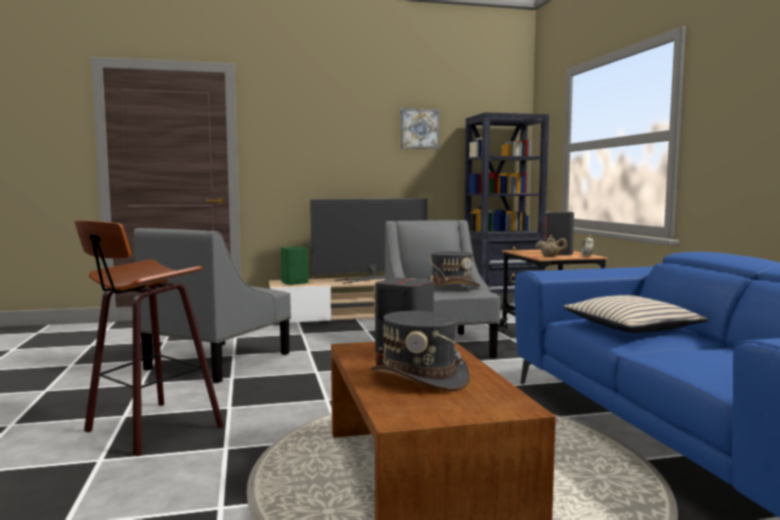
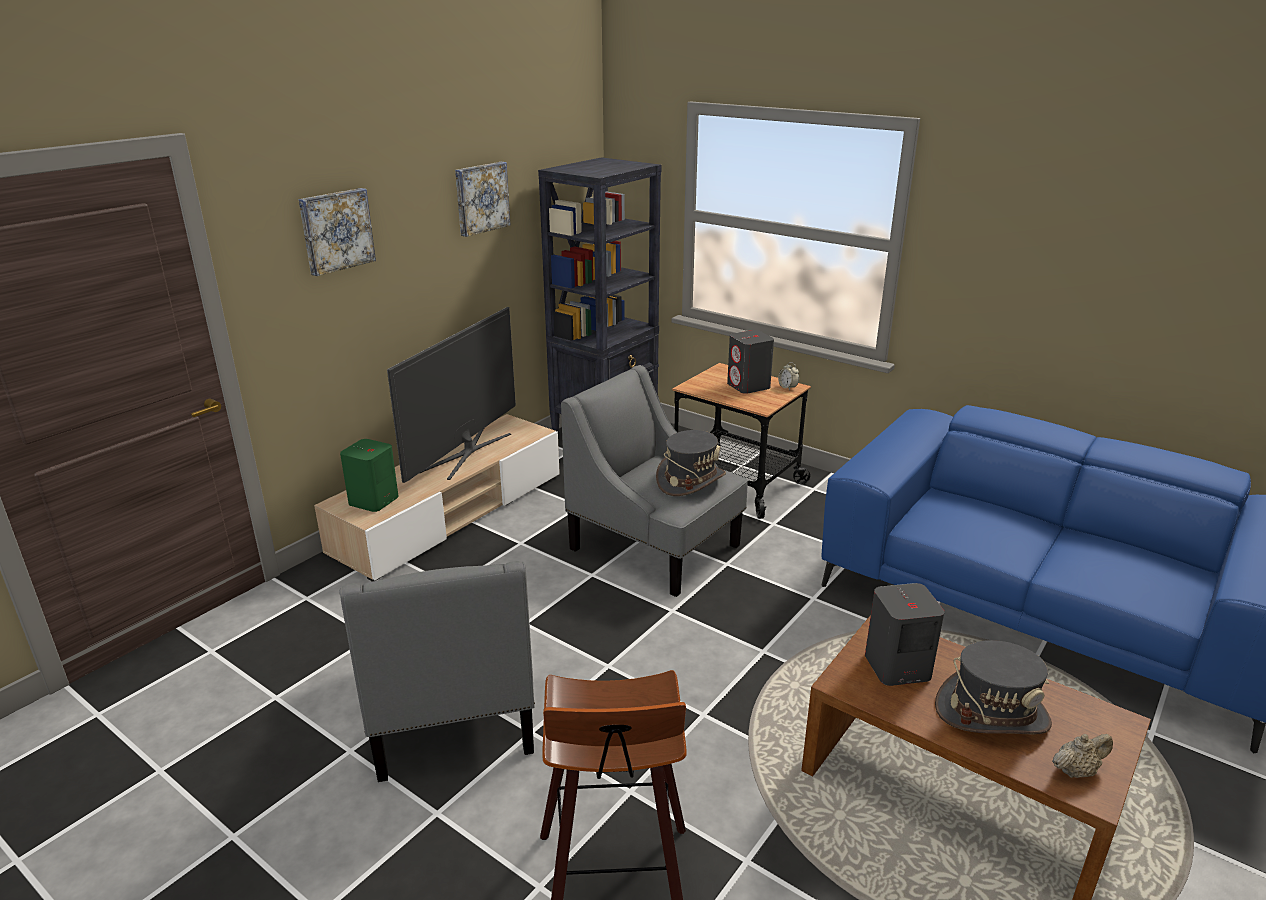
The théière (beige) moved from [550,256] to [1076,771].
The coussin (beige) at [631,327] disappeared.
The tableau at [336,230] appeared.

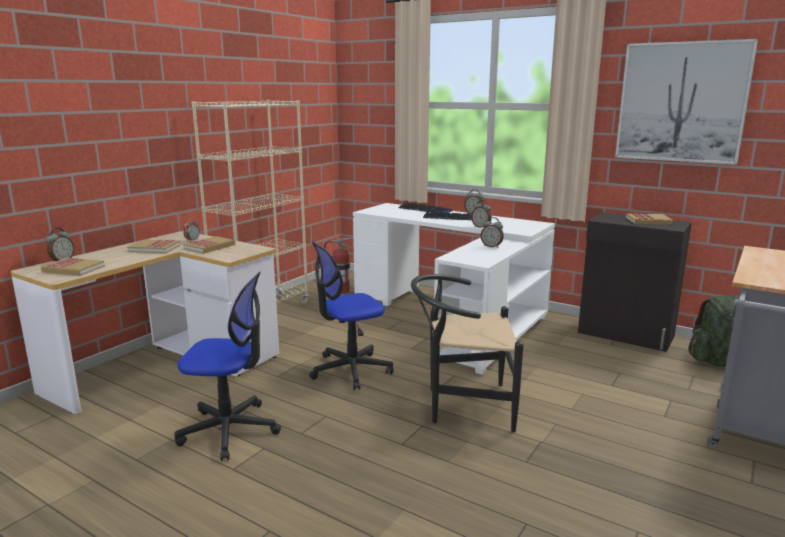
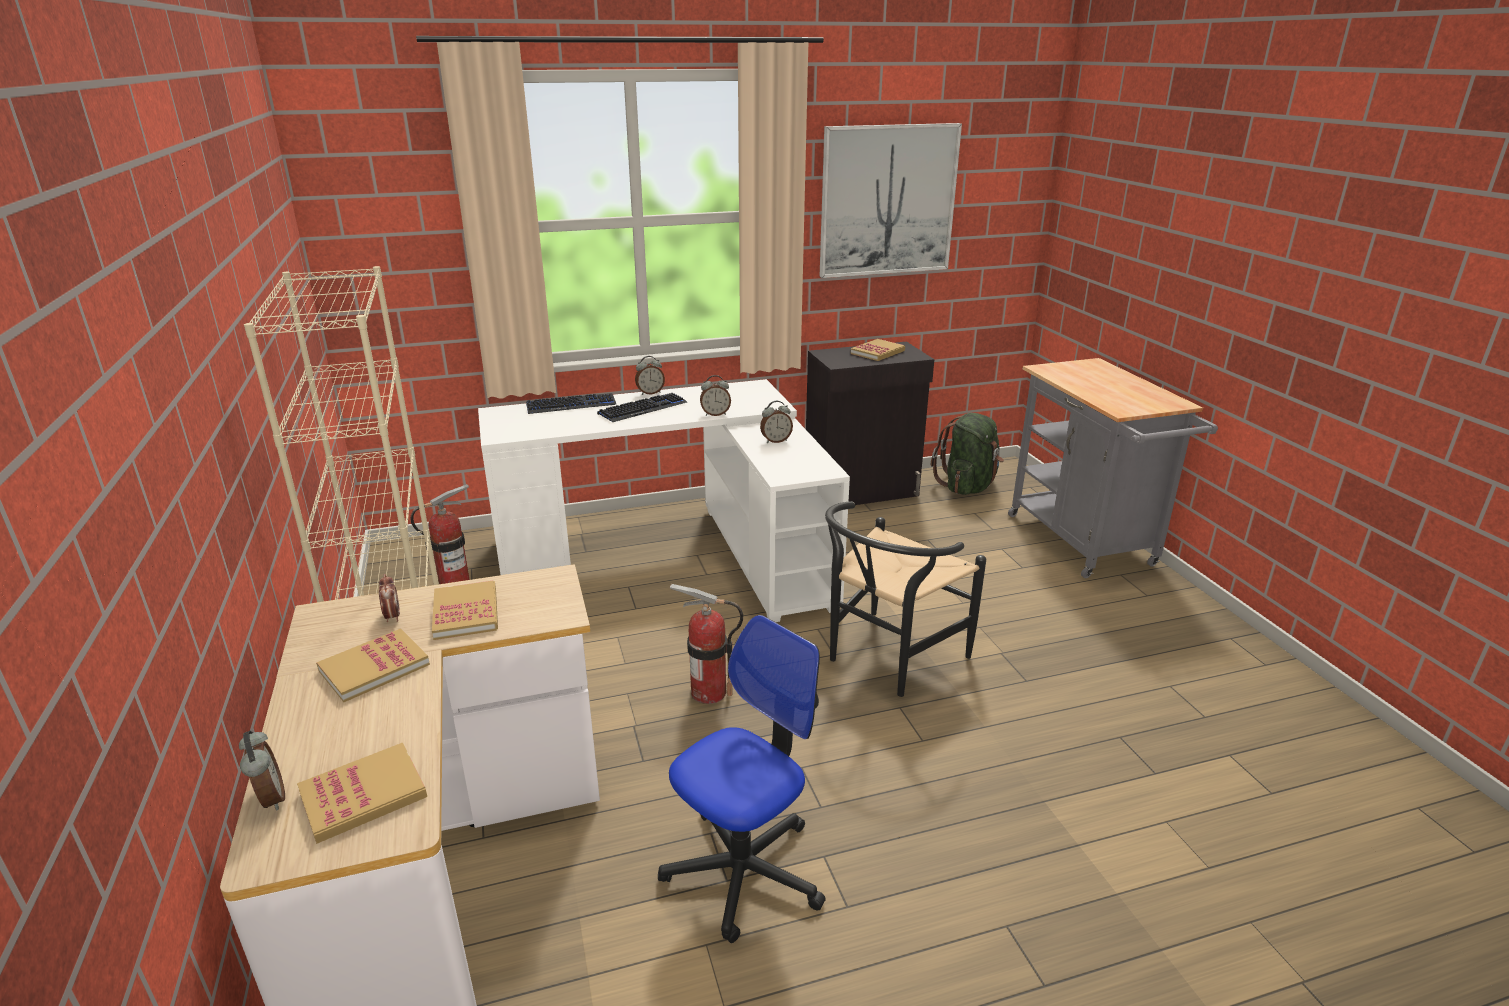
The chaise de bureau at [350,370] was replaced by the extincteur at [708,692].

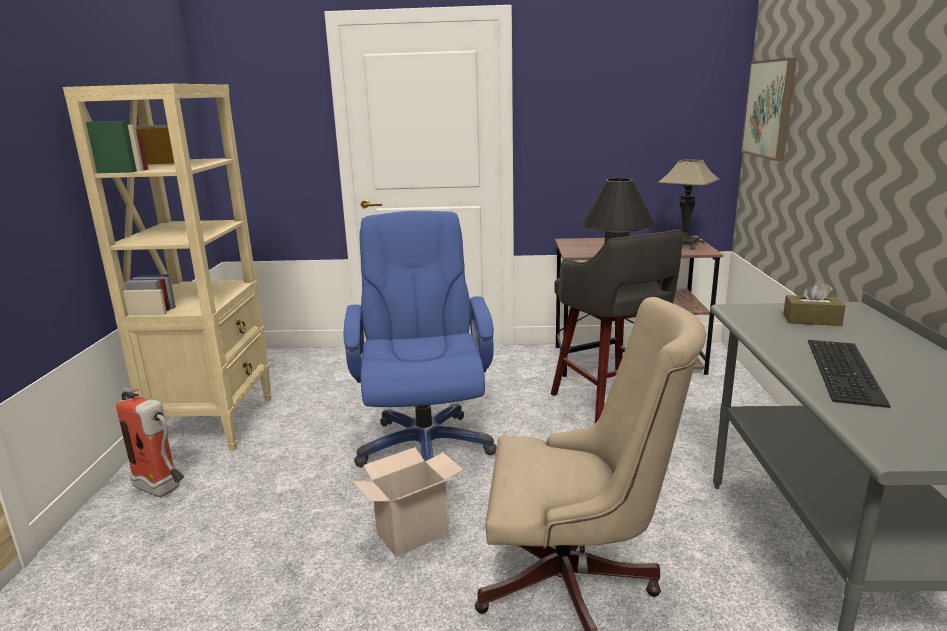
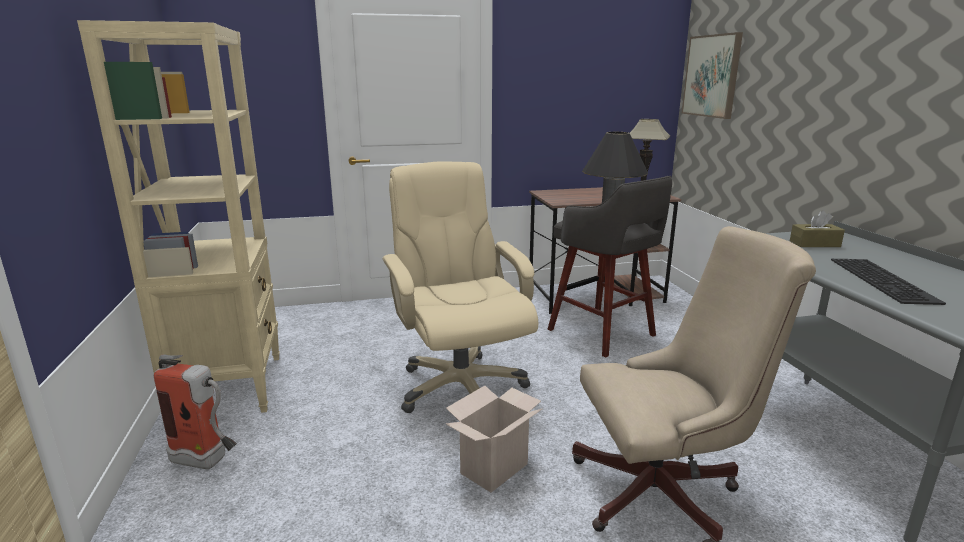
The chaise de bureau (bleu) at [425,446] became the chaise de bureau (beige) at [460,387].

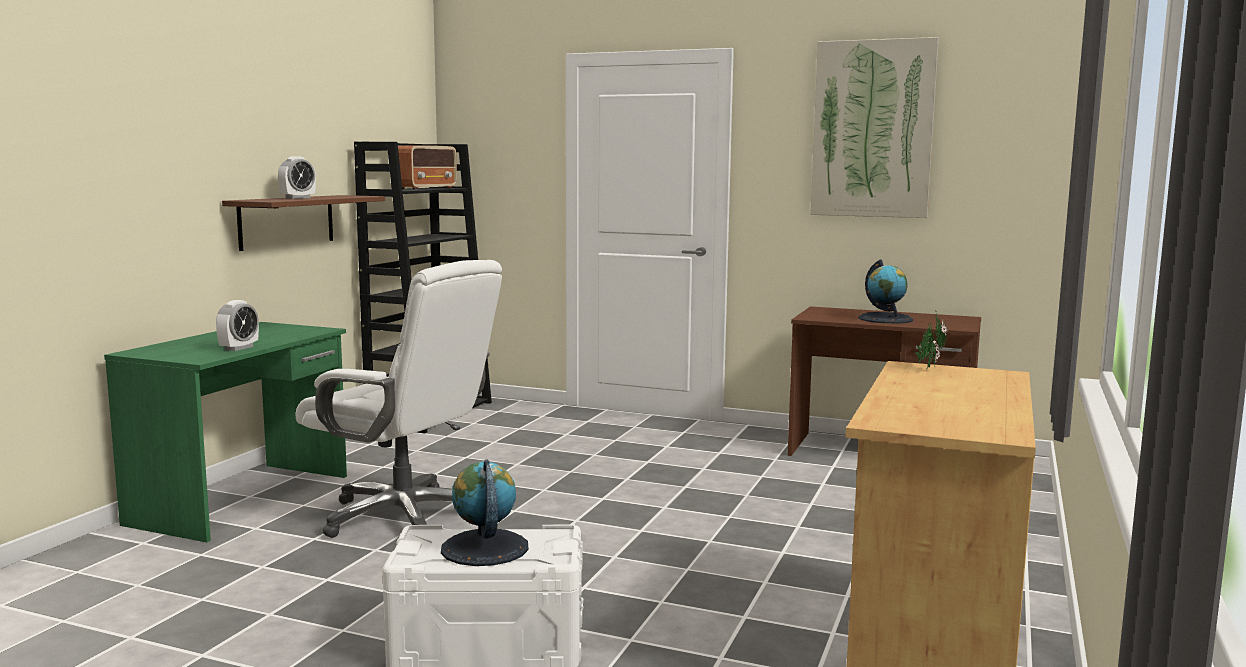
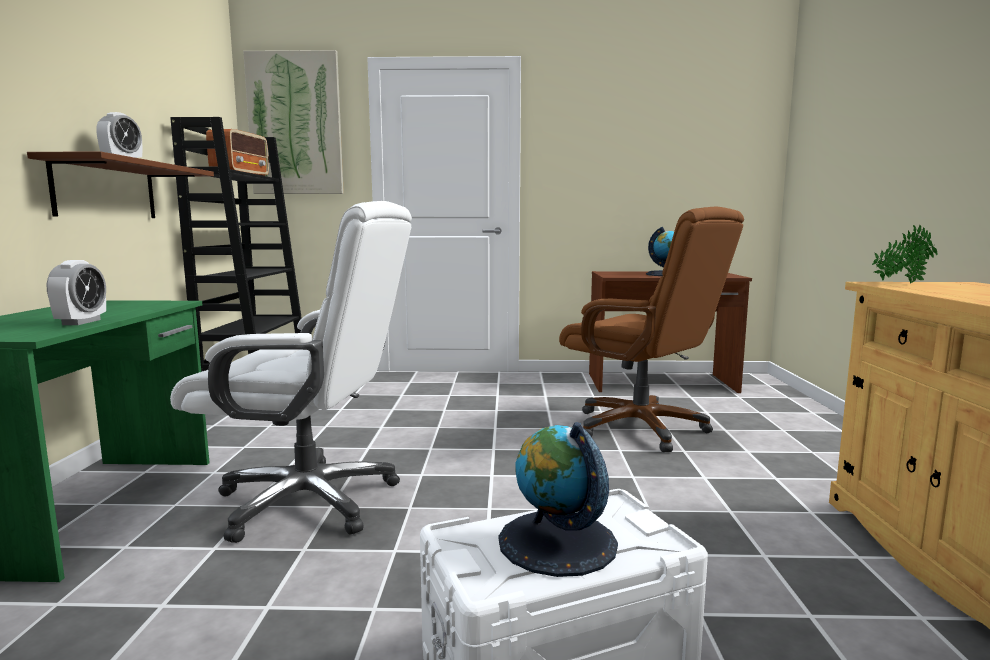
The tableau moved from [872,129] to [295,124].
The chaise de bureau (marron) at [641,428] appeared.

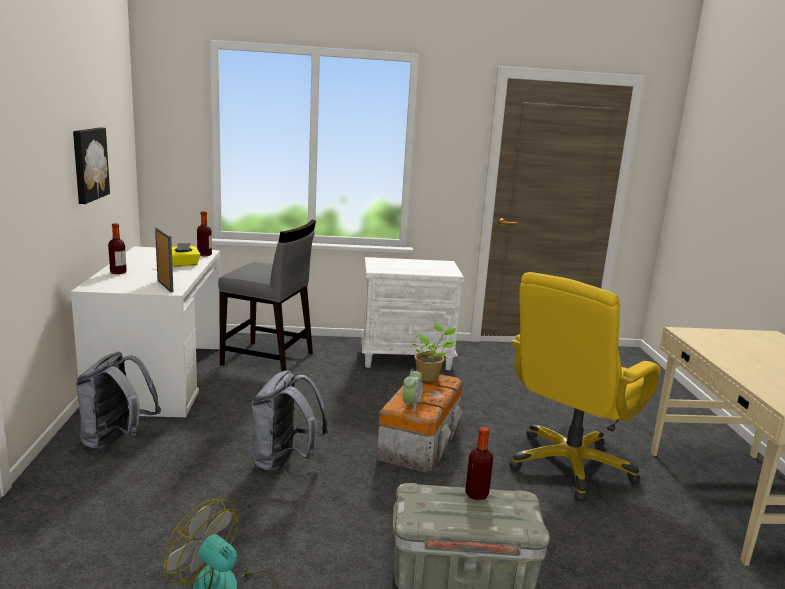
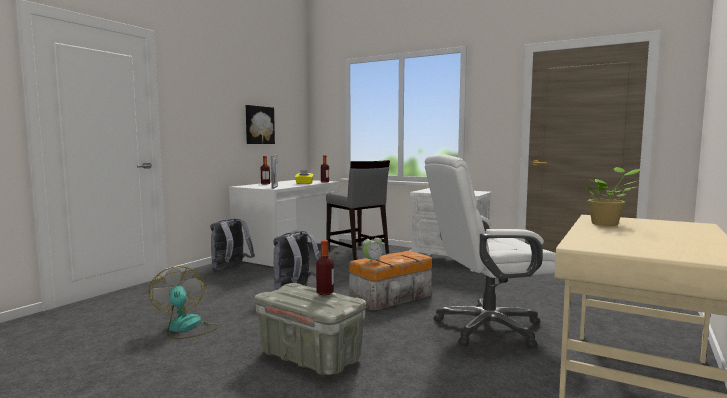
The chaise de bureau (jaune) at [570,466] became the chaise de bureau (blanc) at [487,328].
The plante en pot moved from [429,376] to [607,224].

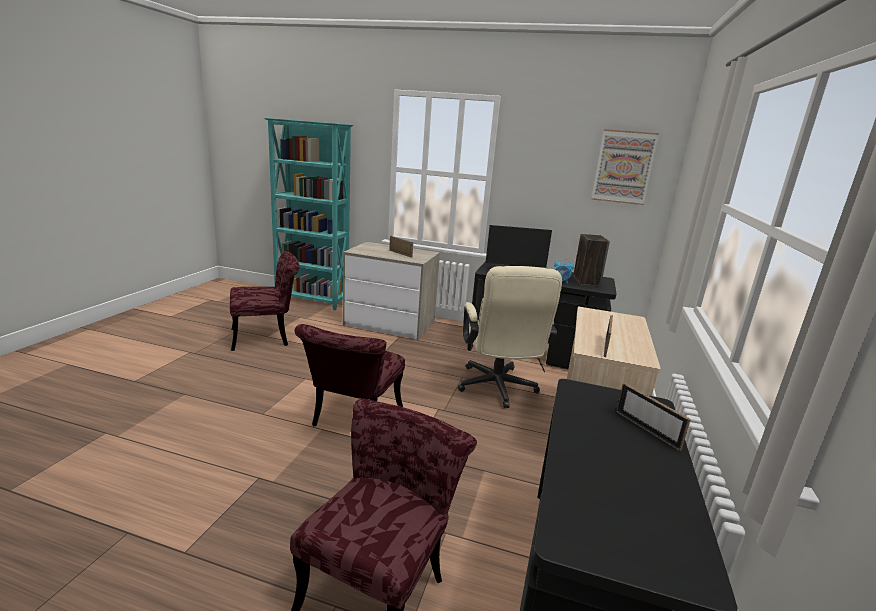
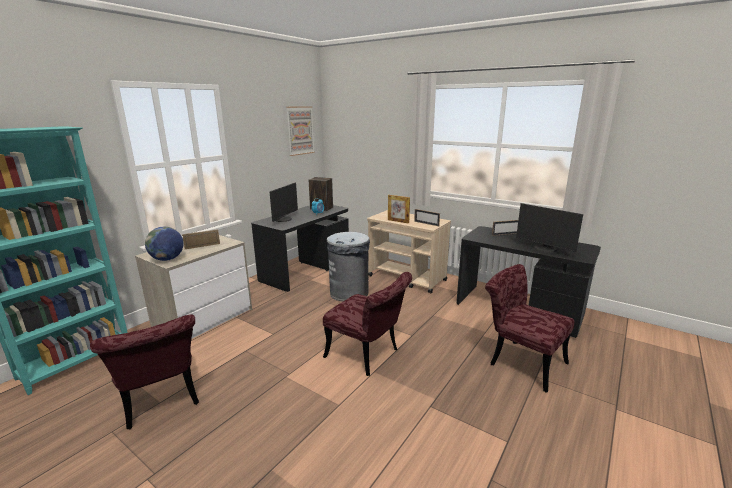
The chaise (rouge) at [267,337] turned 150 degrees clockwise.
The chaise de bureau (beige) at [498,389] was replaced by the poubelle (gris) at [349,293].
The cadre photo at [398,221] appeared.
The écran d'ordinateur at [544,249] appeared.
The globe at [167,259] appeared.

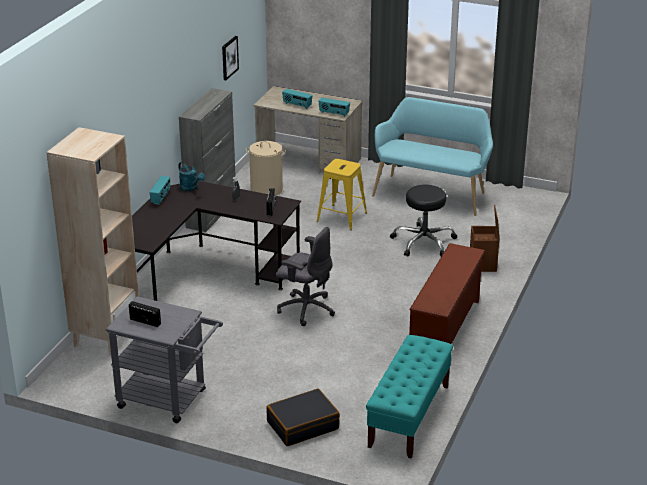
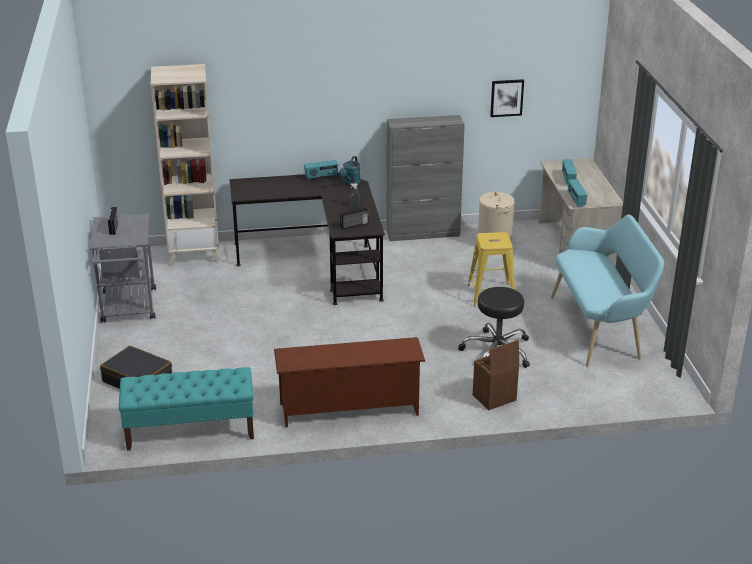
The chaise de bureau (gris) at [305,309] disappeared.

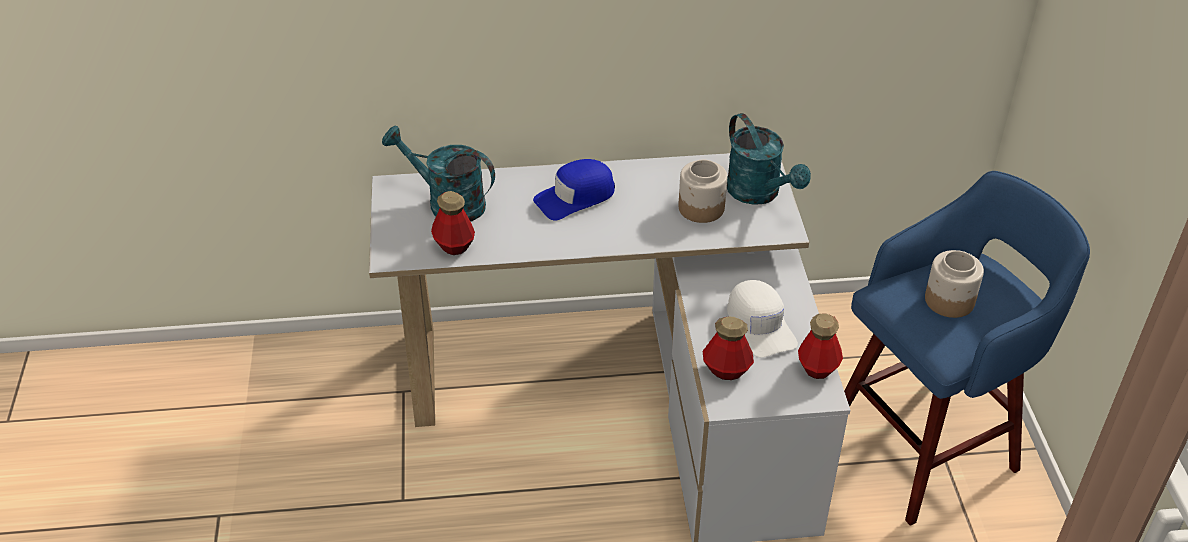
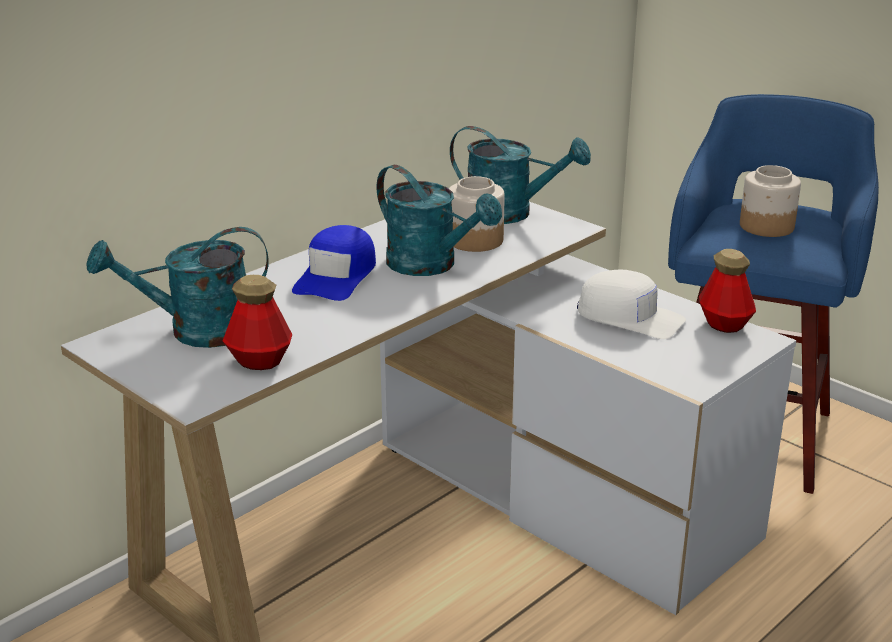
The bouteille at [726,370] disappeared.
The arrosoir (turquoise) at [431,265] appeared.

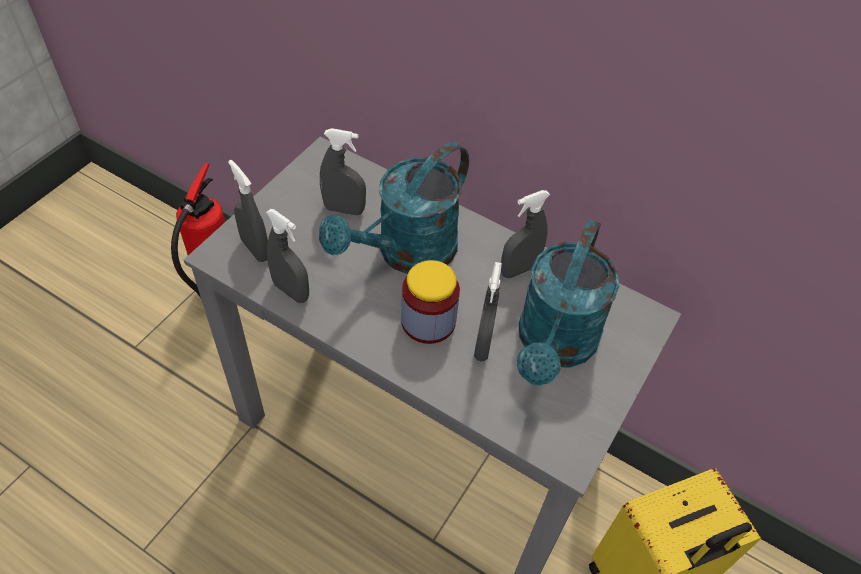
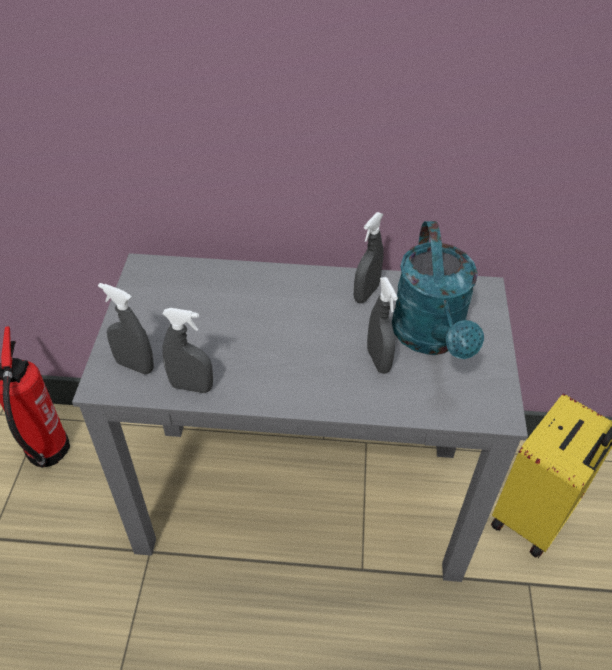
The vaporisateur (gris) at [344,209] disappeared.
The arrosoir (turquoise) at [406,254] disappeared.
The bocal at [428,321] disappeared.

